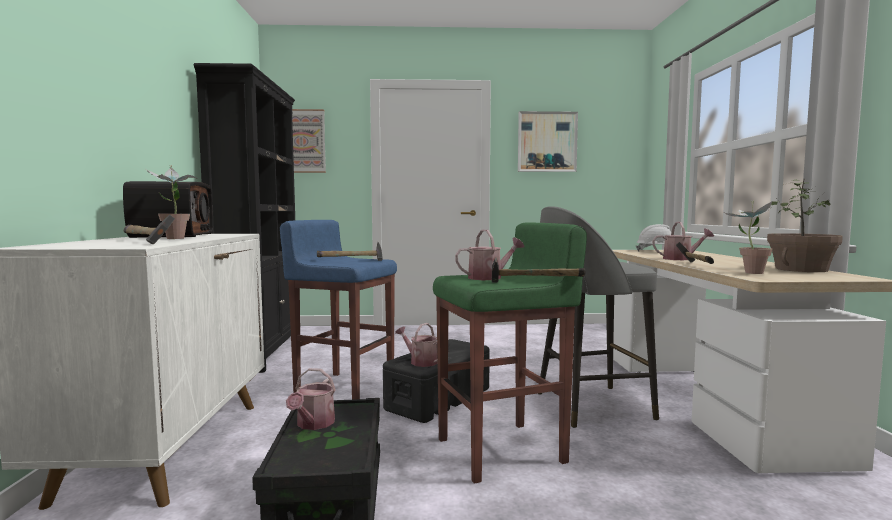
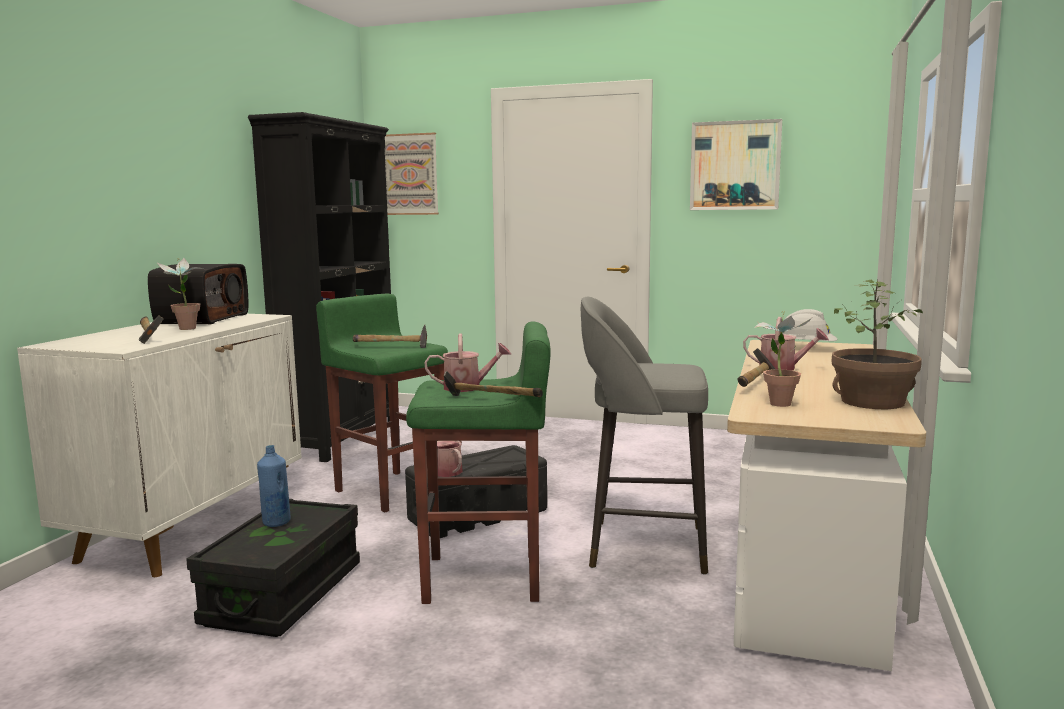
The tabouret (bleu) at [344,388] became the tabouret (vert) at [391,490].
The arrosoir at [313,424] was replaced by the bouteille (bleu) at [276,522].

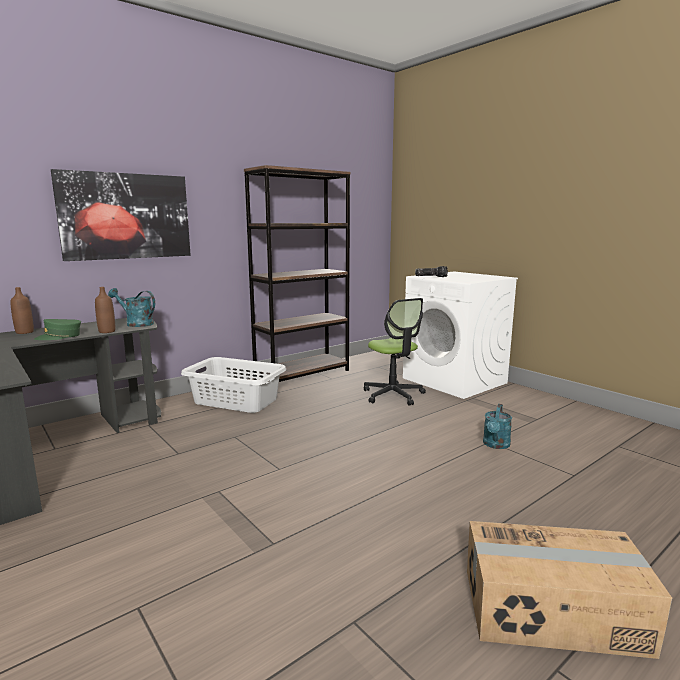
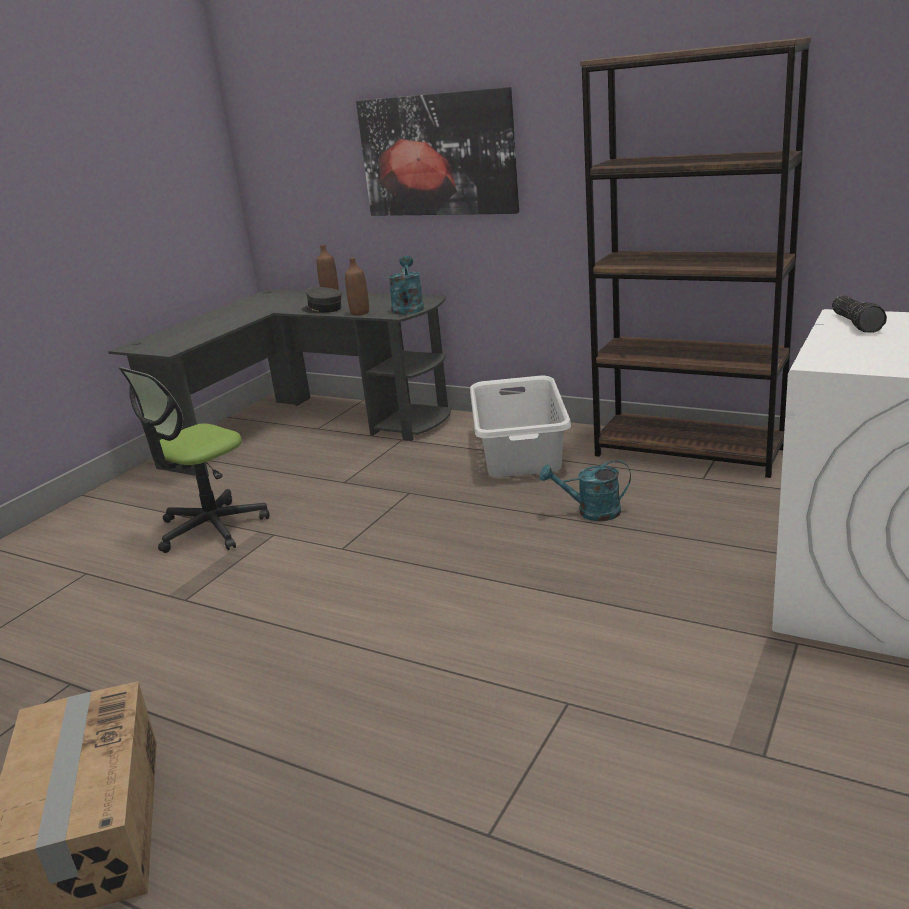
The chaise de bureau moved from [393,395] to [211,528].
The casquette (vert) at [59,336] became the casquette (gris) at [322,309].
The arrosoir (turquoise) moved from [495,445] to [591,512].

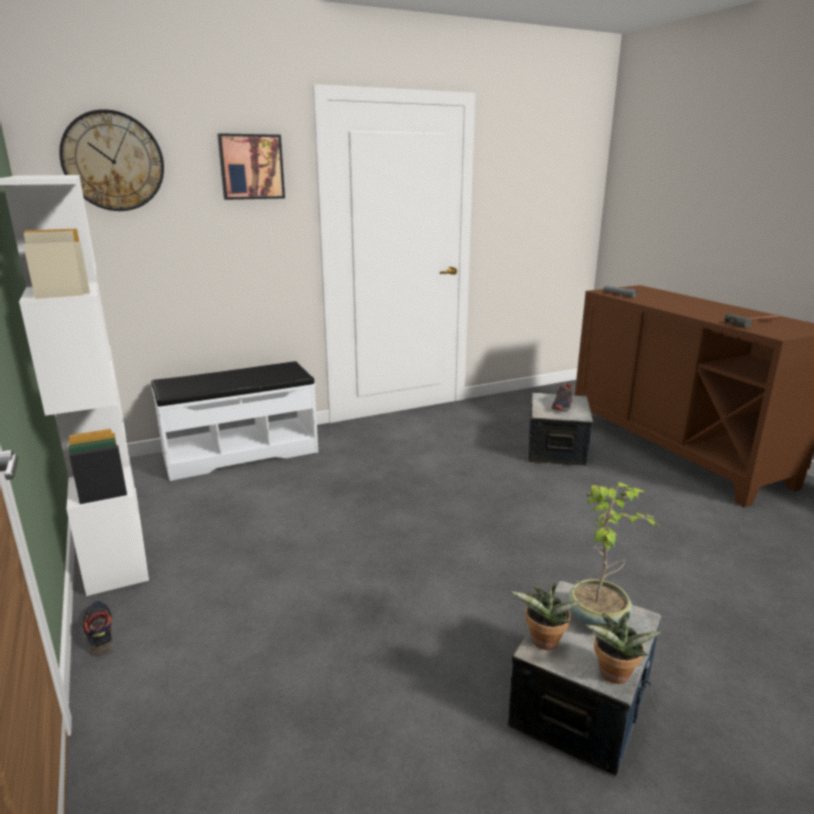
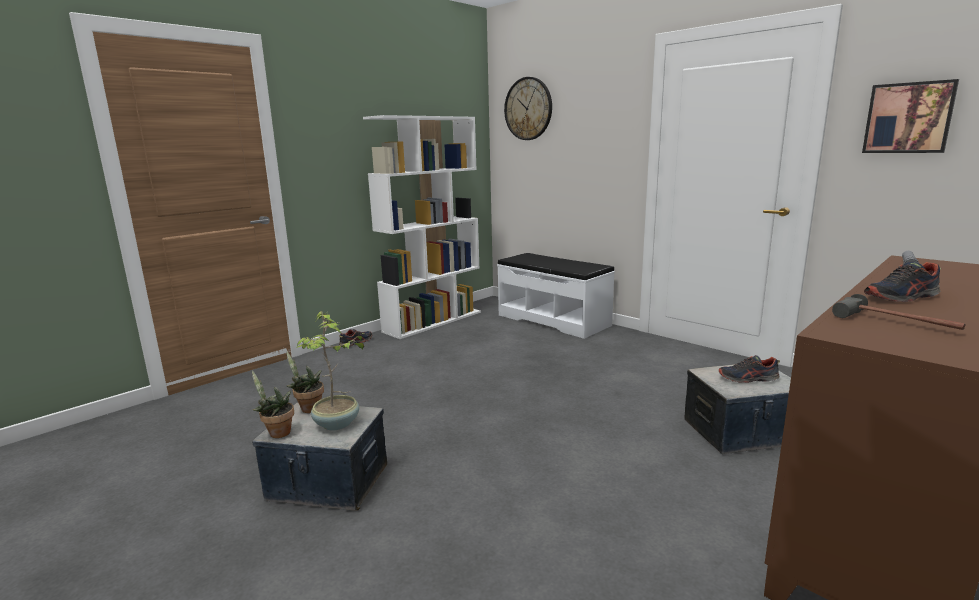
The tableau moved from [251,167] to [908,118].
The chaussure at [902,297] appeared.

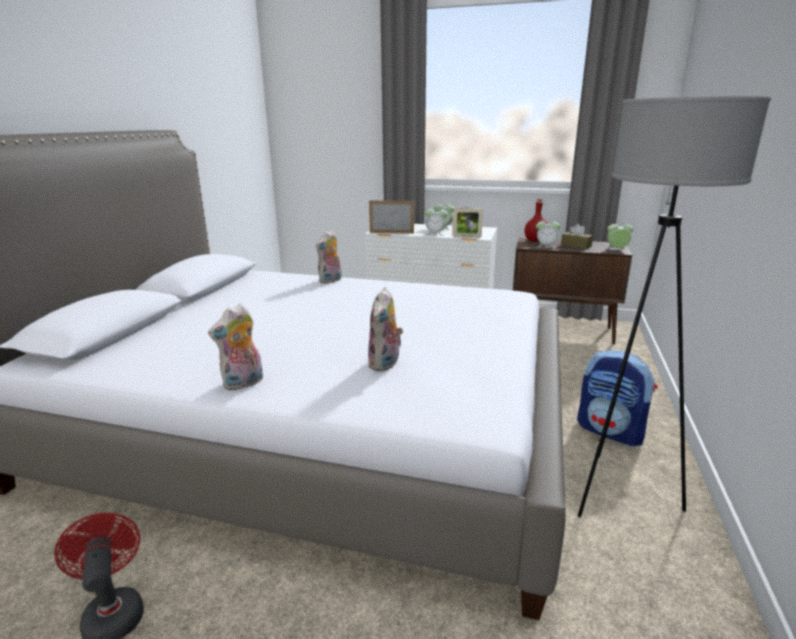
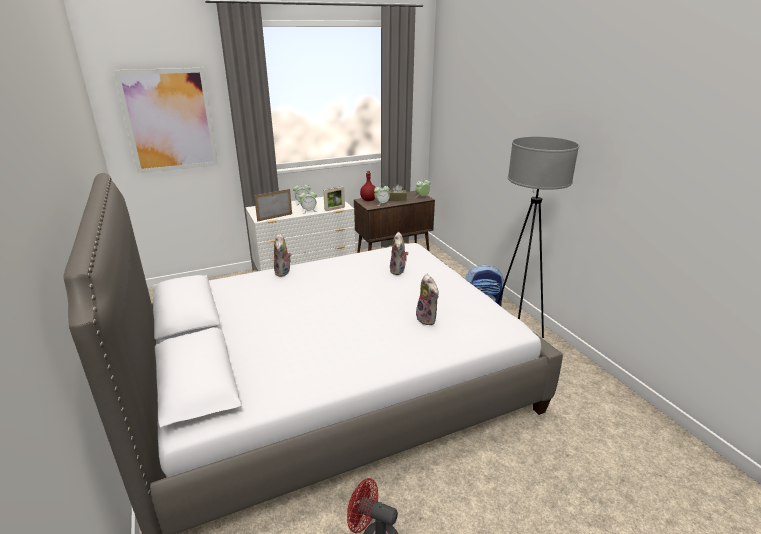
The peluche moved from [243,384] to [398,271].
The tableau at [170,120] appeared.

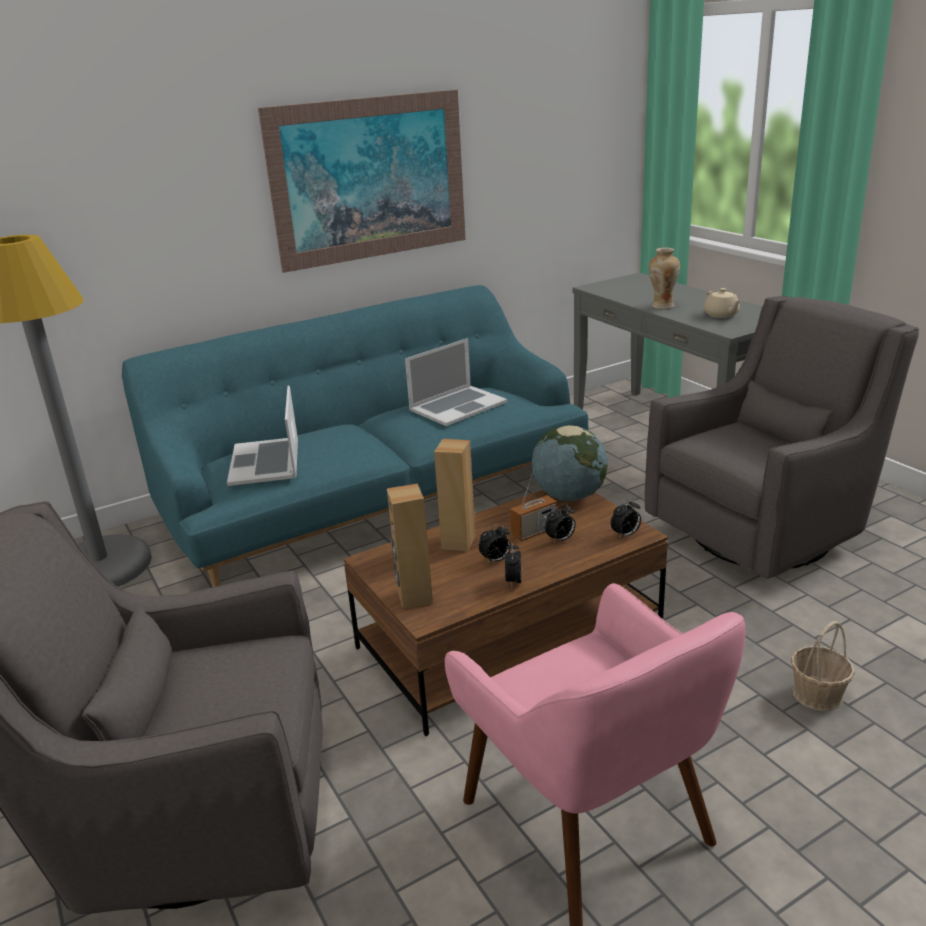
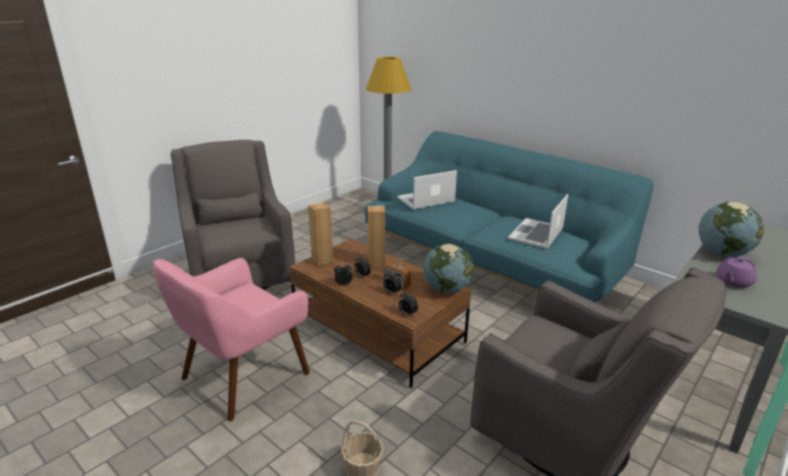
The tableau at [370,179] disappeared.
The vase at [662,306] was replaced by the globe at [722,253].
The théière (beige) at [721,315] became the théière (violet) at [733,282].
The ordinateur portable at [457,406] turned 90 degrees clockwise.

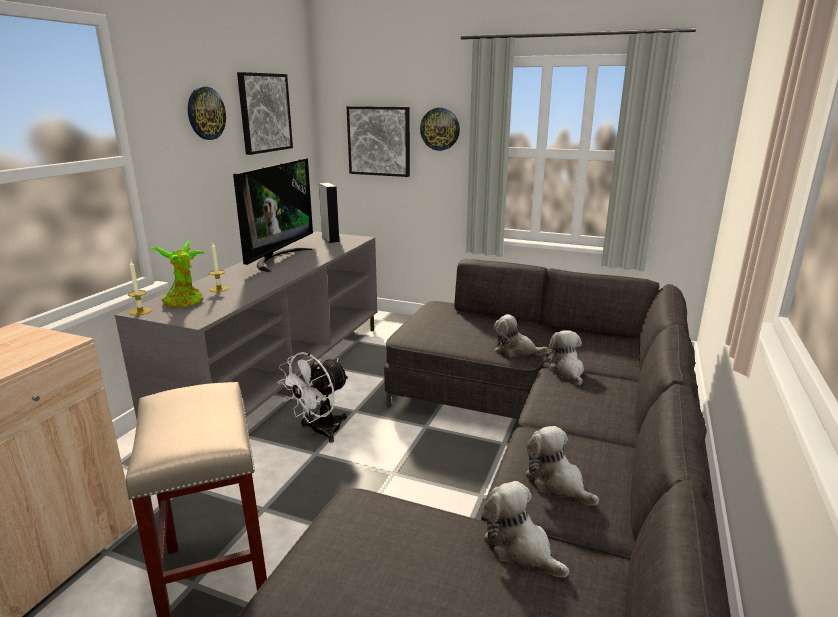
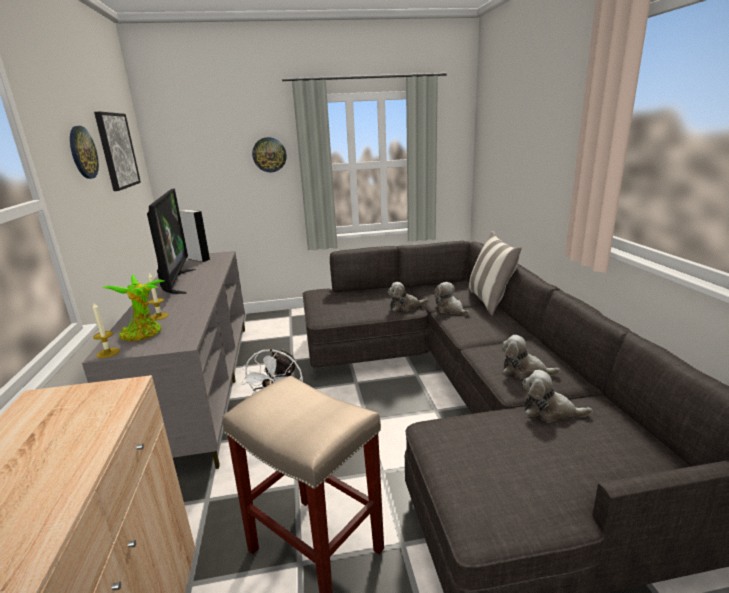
The tableau at [379,141] disappeared.
The coussin at [490,301] appeared.

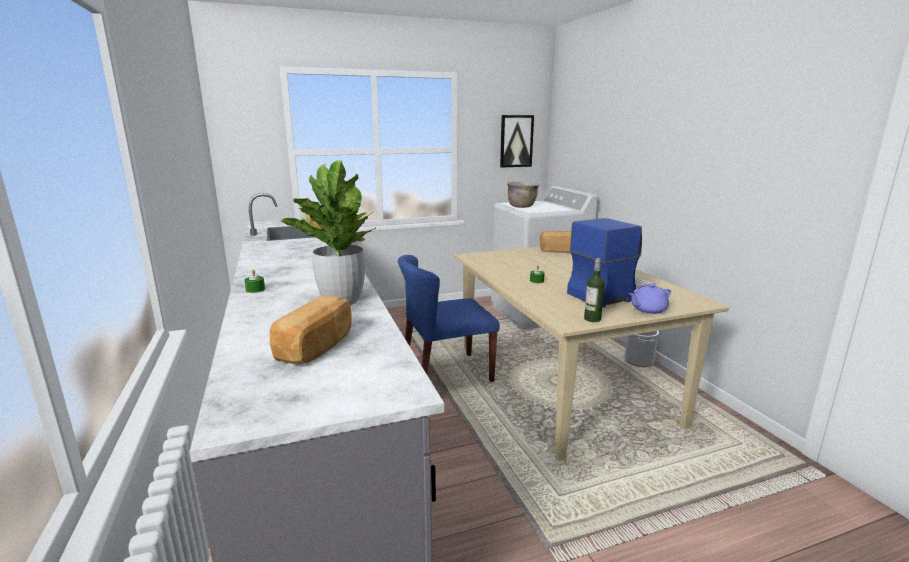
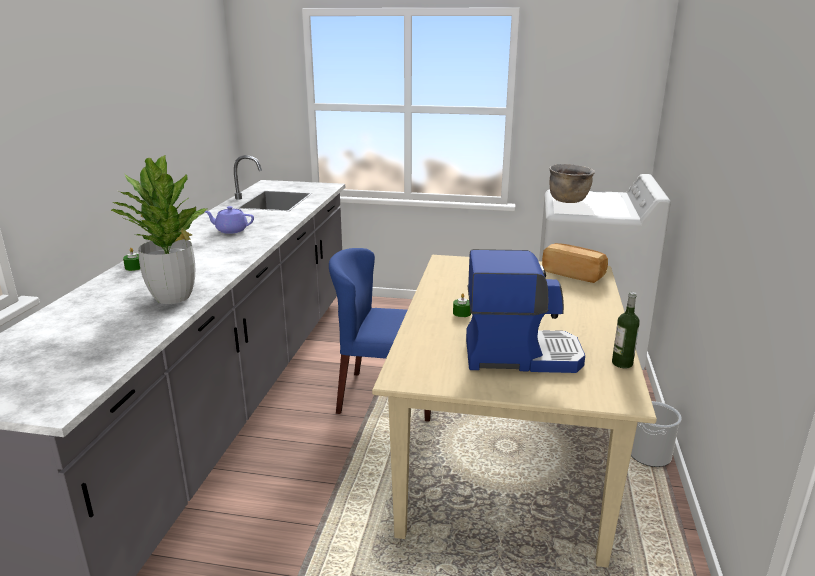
The tableau at [516,141] disappeared.
The bouteille moved from [592,319] to [622,363].
The théière (violet) moved from [648,310] to [231,230].
The pain at [318,346] disappeared.

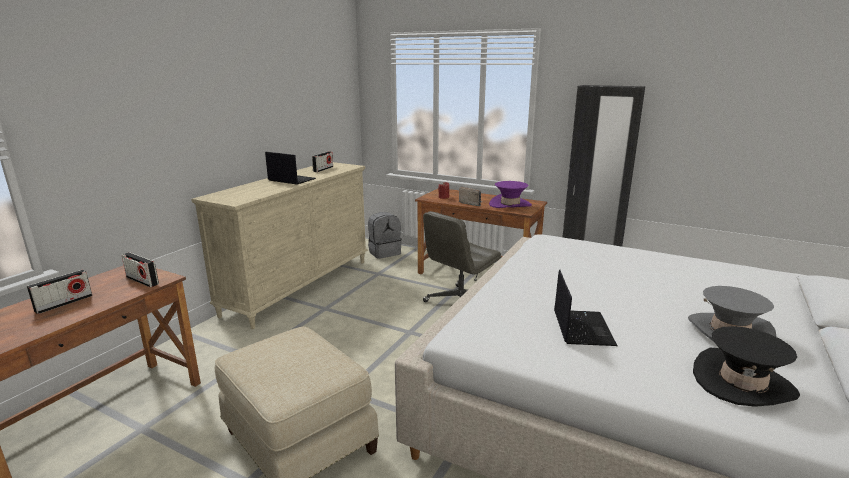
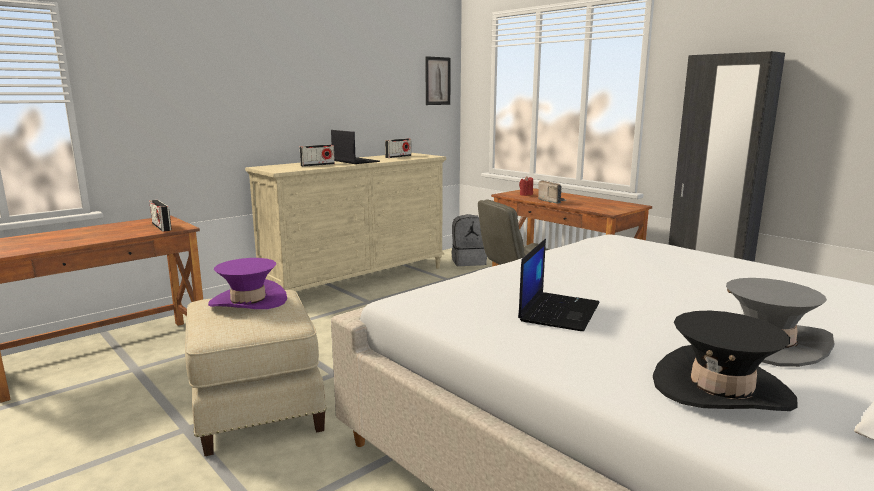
The chapeau (violet) moved from [510,205] to [248,301].
The radio moved from [64,303] to [317,165].
The tableau at [437,81] appeared.

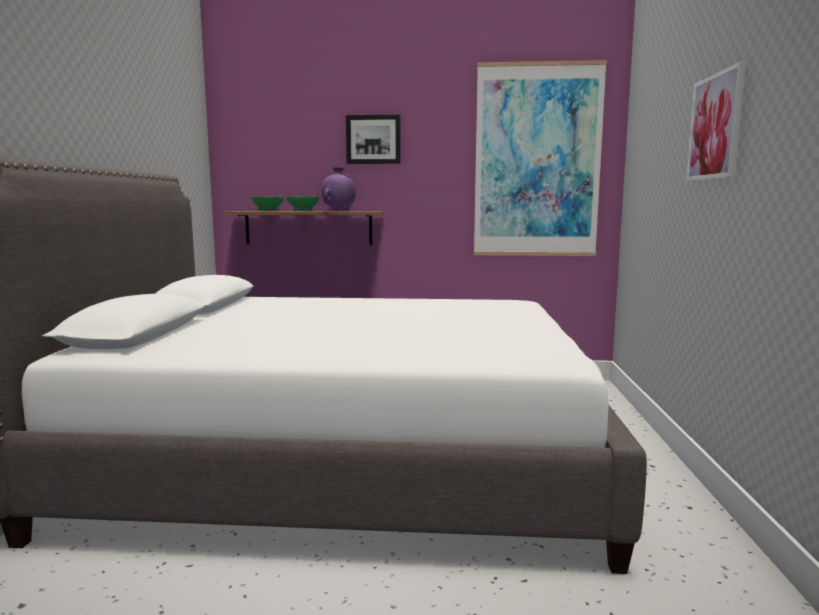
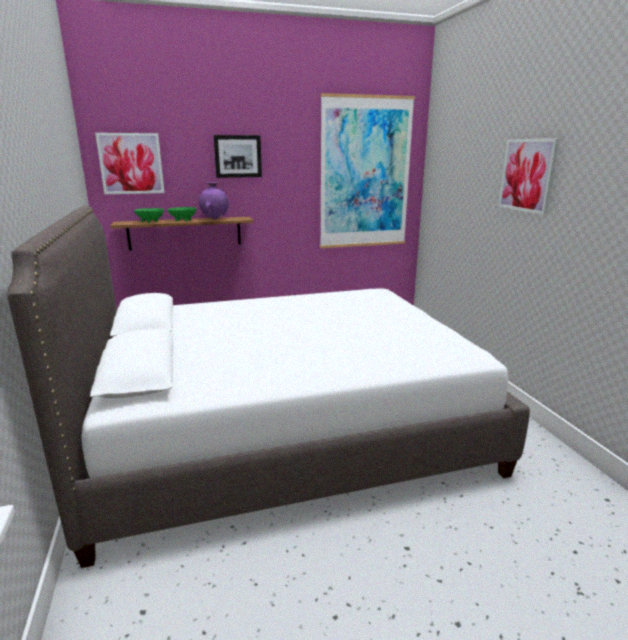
The tableau at [131,163] appeared.

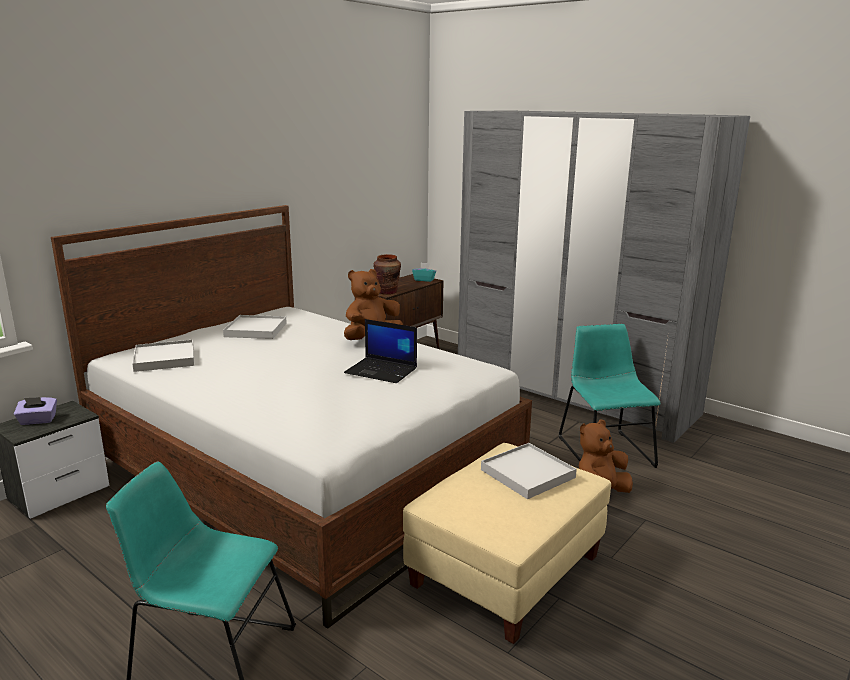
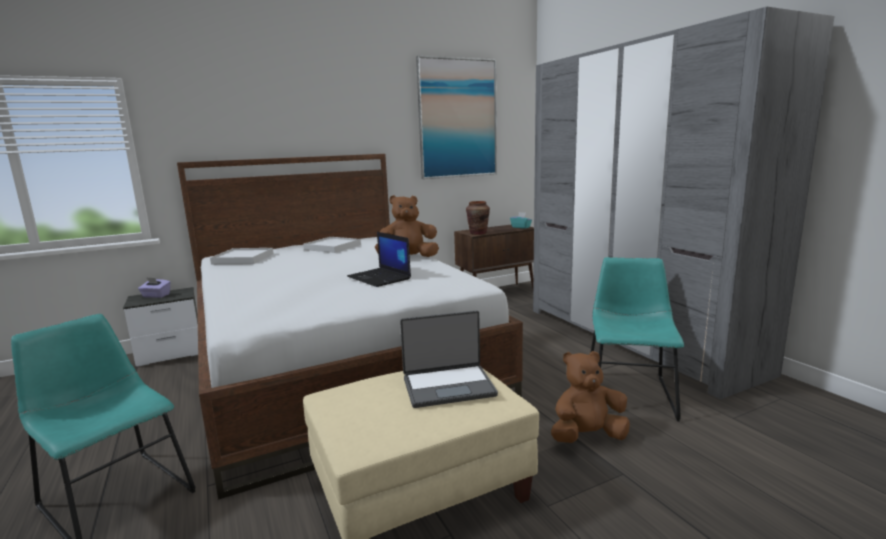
The plateau (blanc) at [527,473] was replaced by the ordinateur portable at [448,386].
The tableau at [458,119] appeared.

